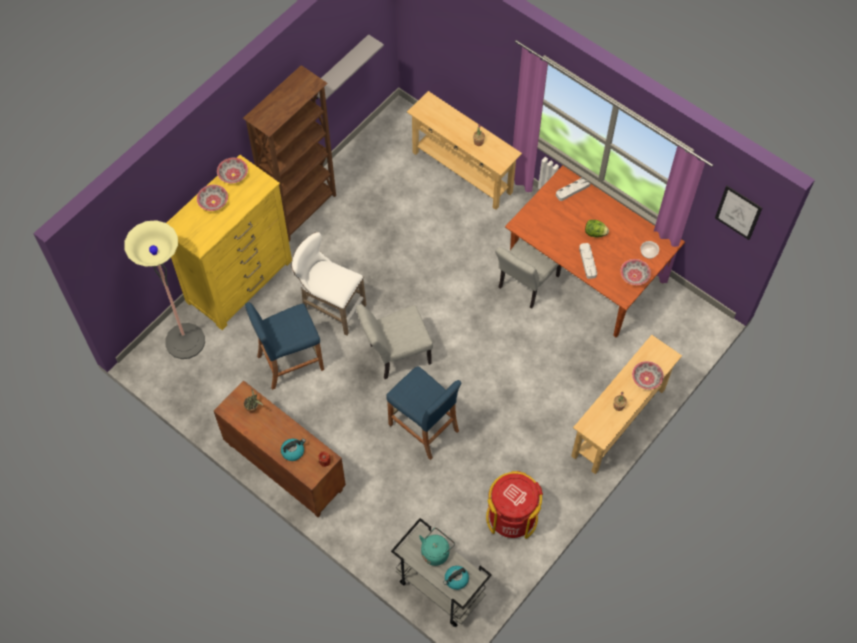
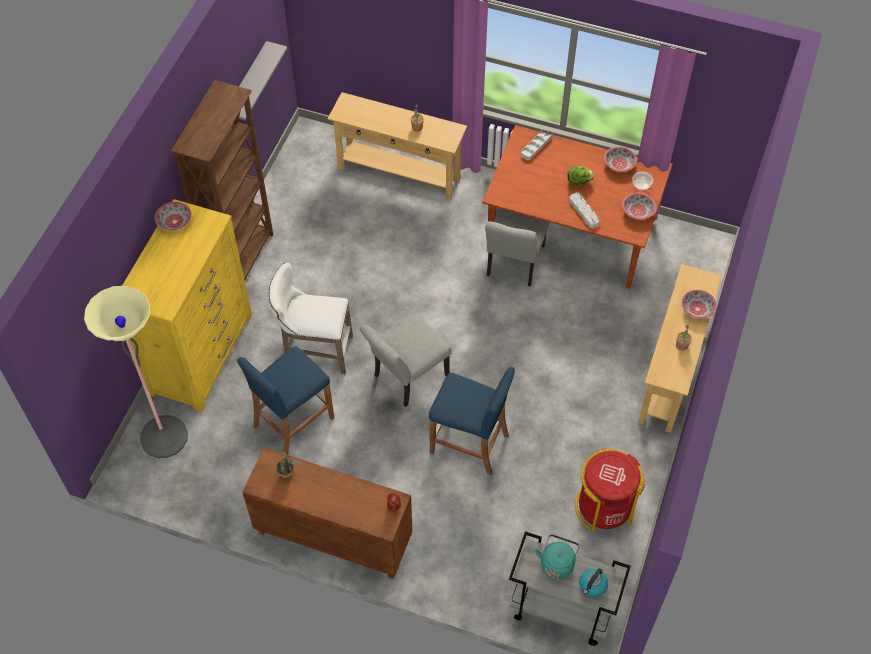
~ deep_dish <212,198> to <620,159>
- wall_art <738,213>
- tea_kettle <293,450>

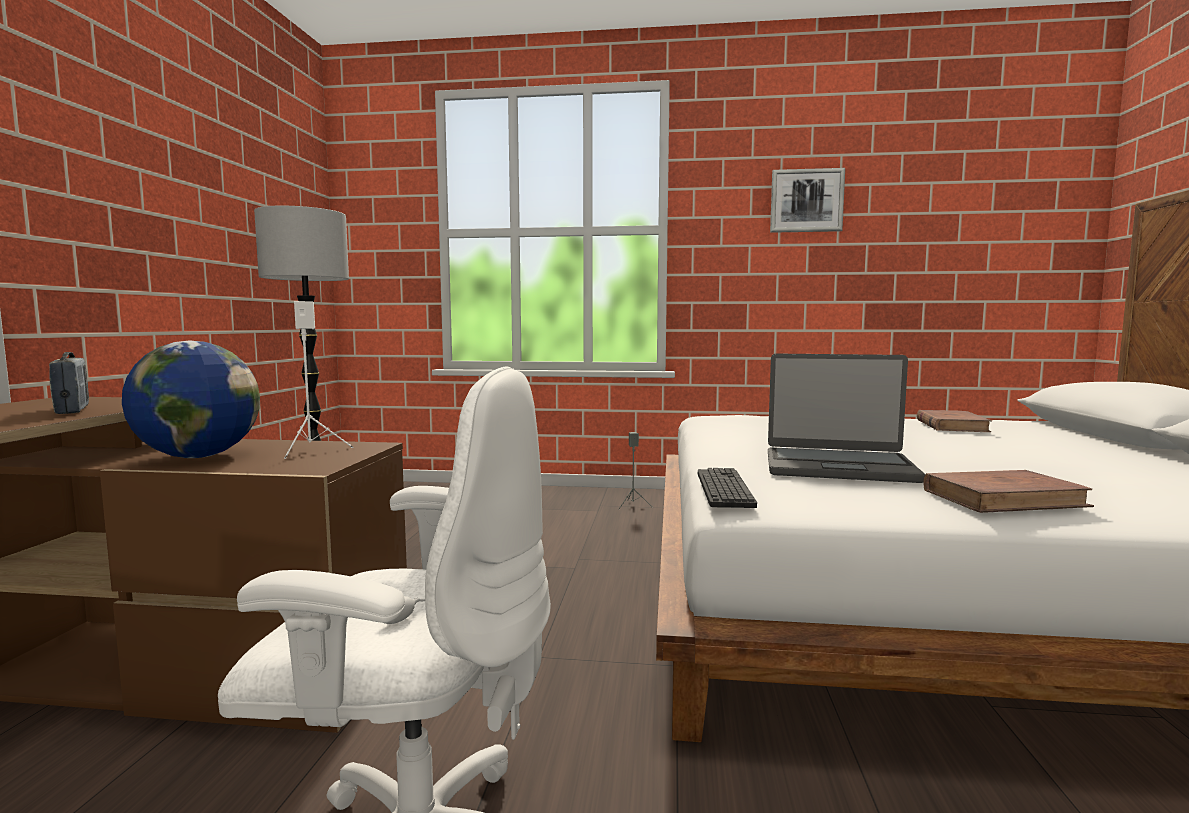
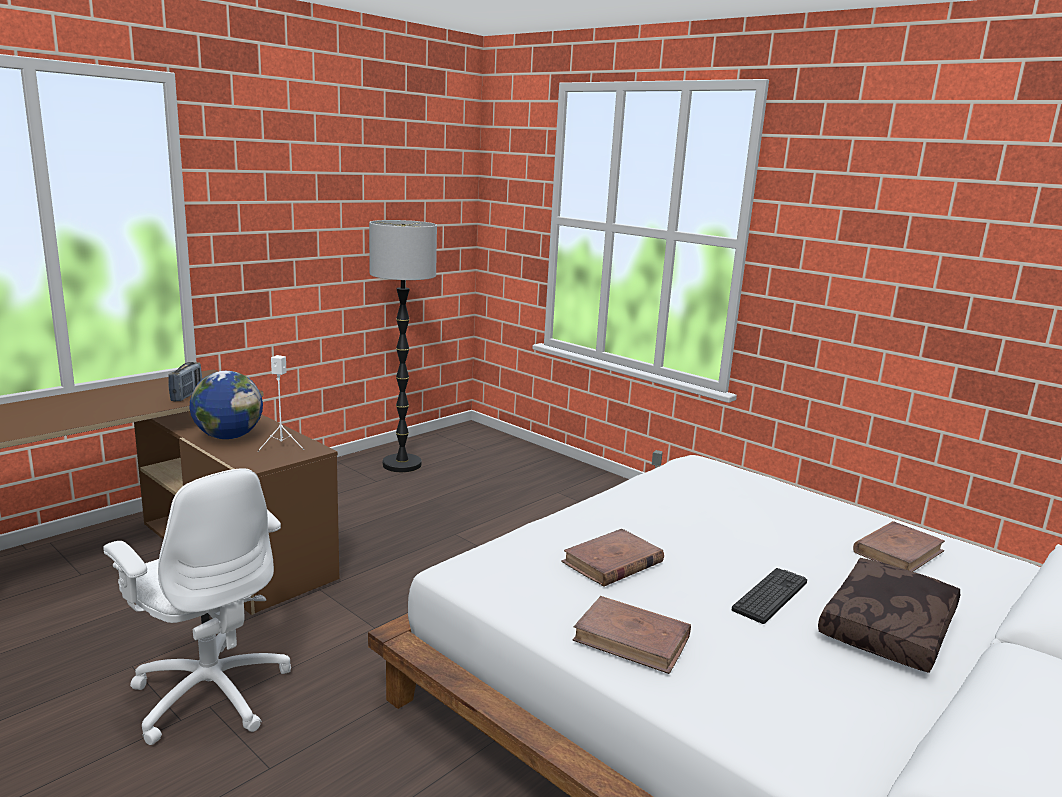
- wall_art <807,200>
~ notebook_computer <846,418> to brown-coloured_book <612,558>
~ keyboard <727,488> to <769,596>
+ brown-coloured_cushion <889,615>

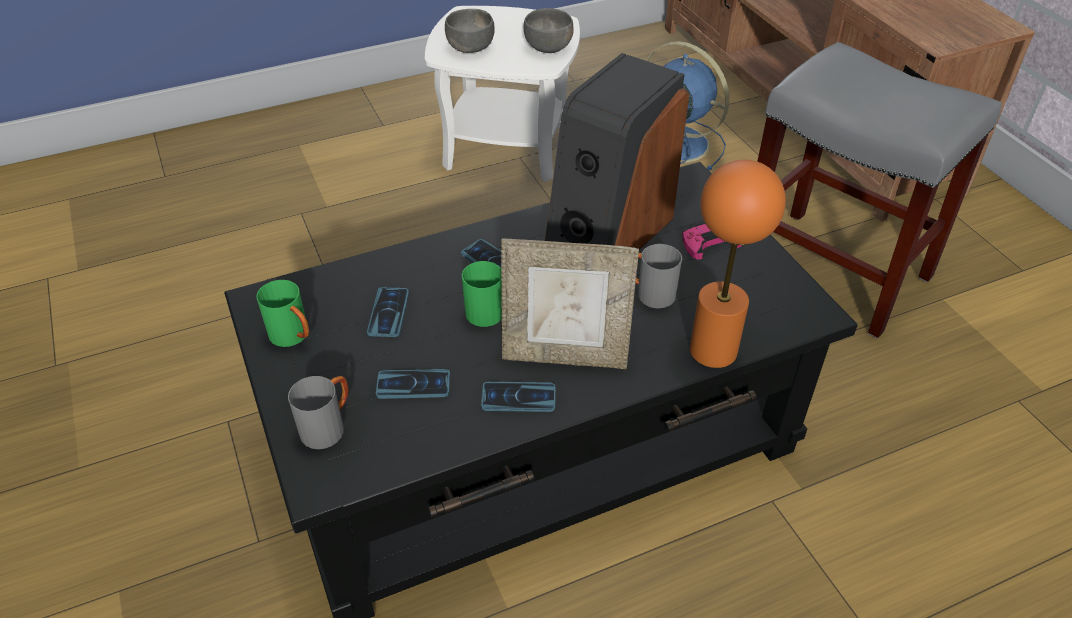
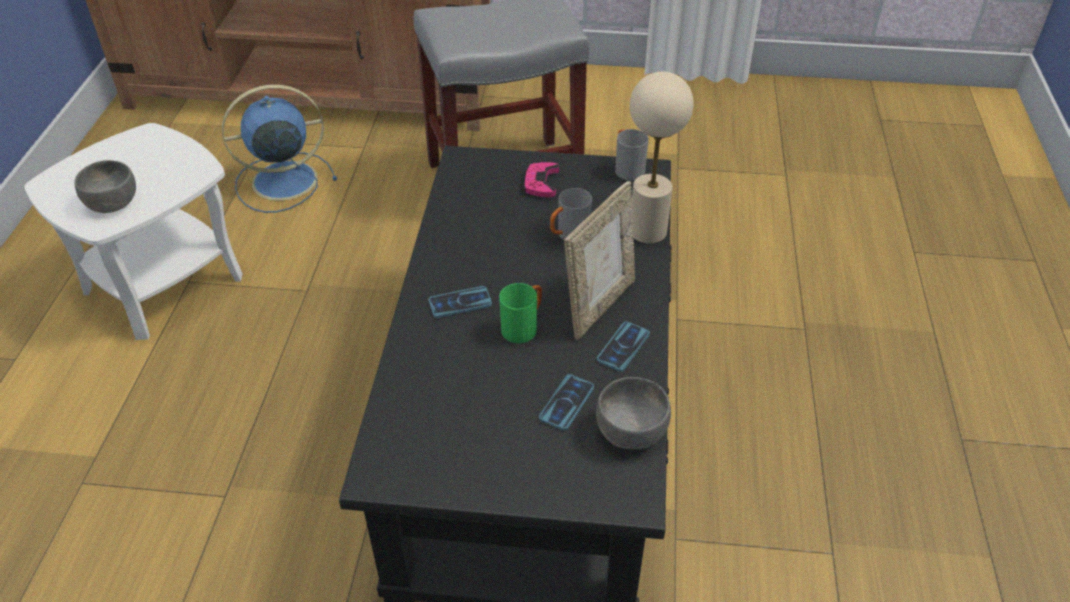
~ greyish_deep_dish <549,30> to <633,413>
- speaker <617,151>
~ orangey_tabletop_lamp <738,264> to beige_tabletop_lamp <661,158>
- green-coloured_mug <282,313>
- handset <388,312>
~ greyish_mug <318,412> to <632,155>

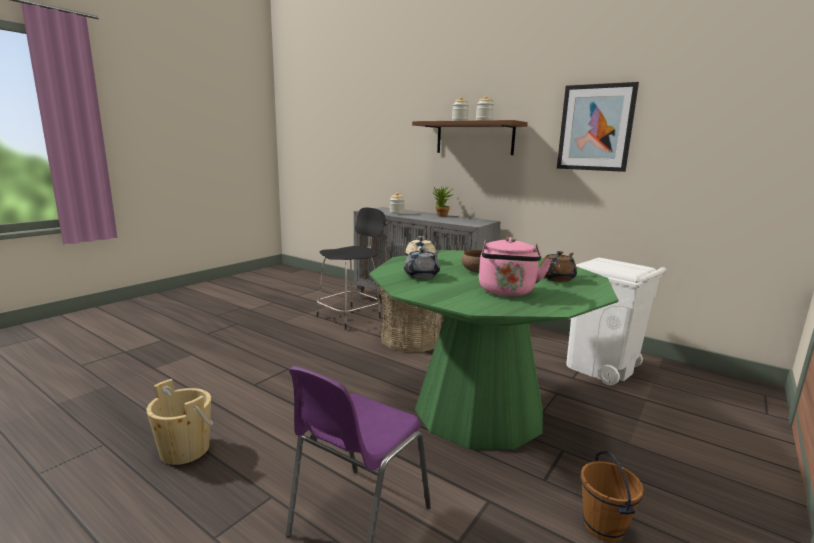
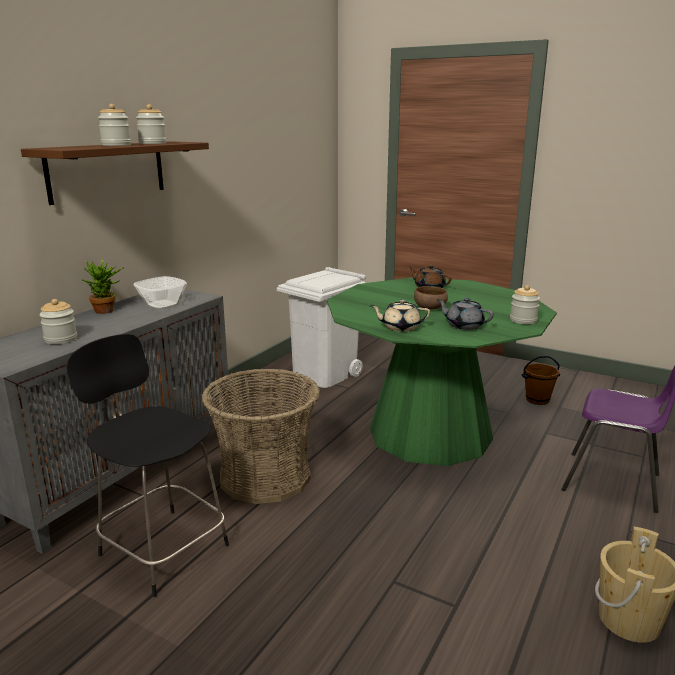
- wall_art <598,127>
- pink_tea_kettle <515,267>
+ deep_dish <160,293>
+ jar <525,304>

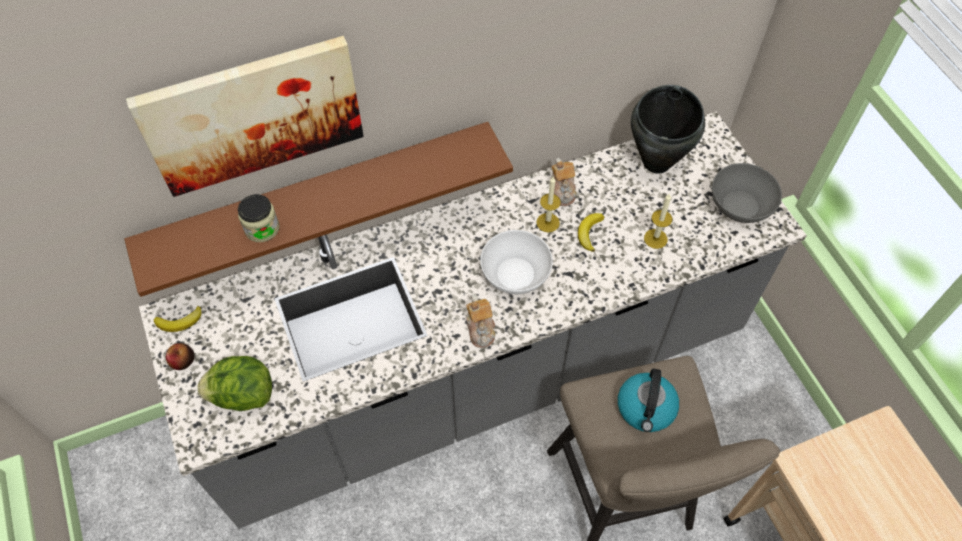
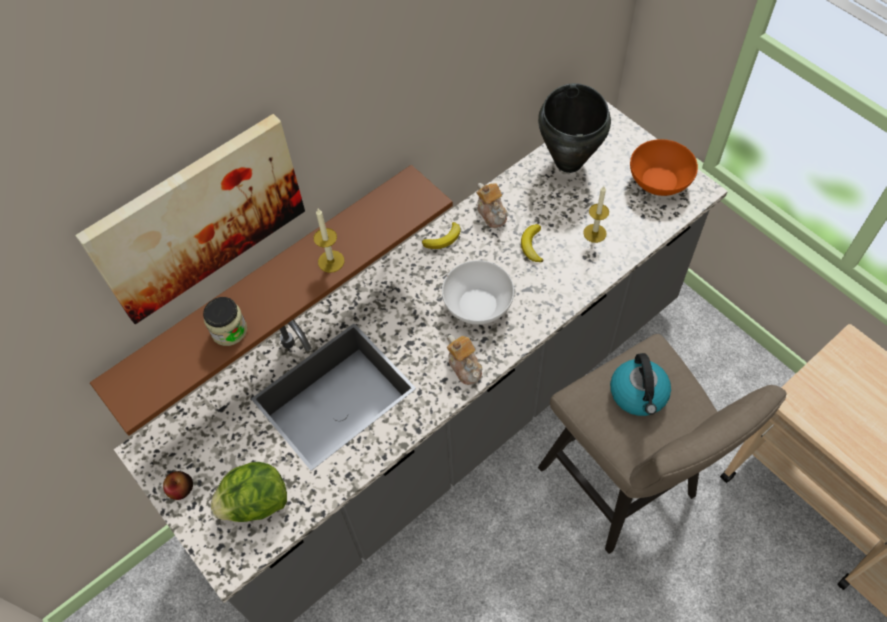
~ greyish_deep_dish <747,193> to orangey_deep_dish <664,167>
~ wax_candle <548,204> to <329,241>
~ banana <178,319> to <441,235>

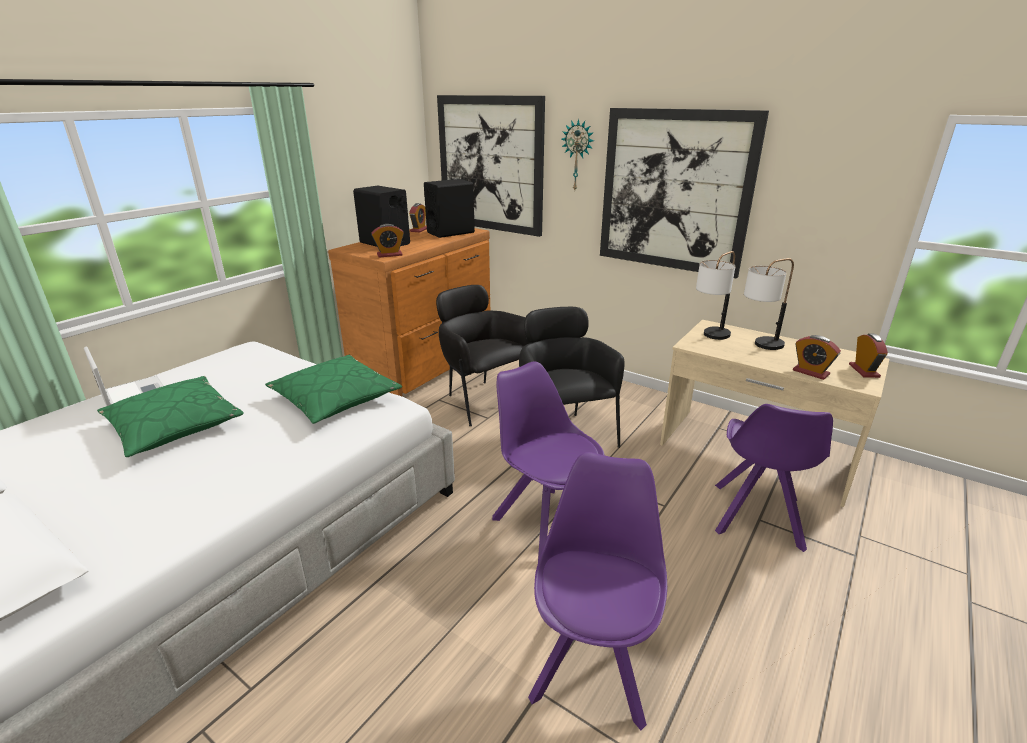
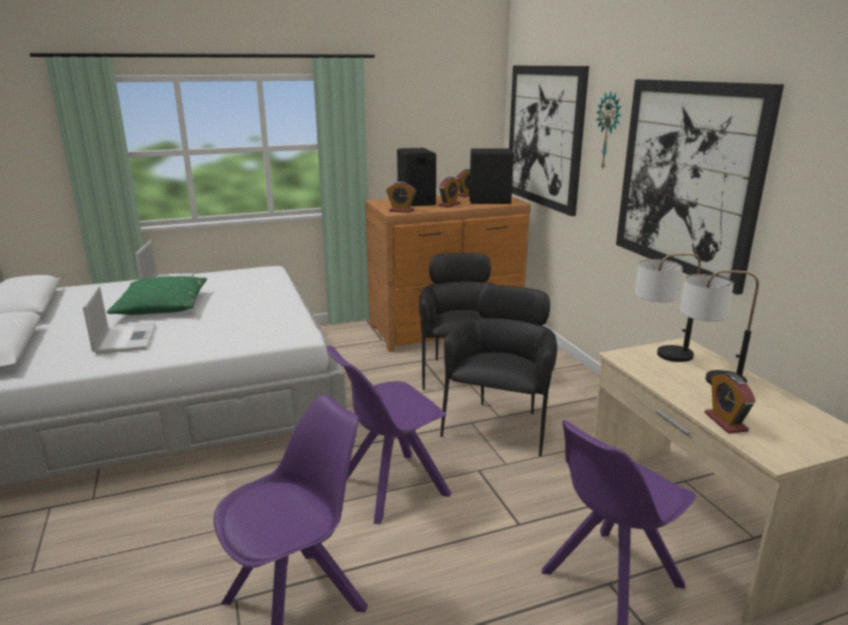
~ alarm_clock <868,355> to <450,192>
- green-coloured_cushion <333,389>
~ purple_plain_chair <548,461> = <389,435> 120 degrees counterclockwise
+ notebook_computer <119,320>

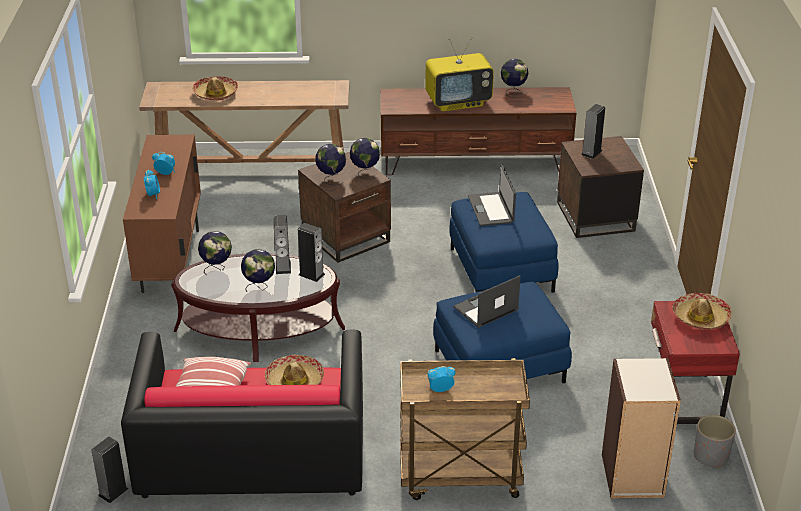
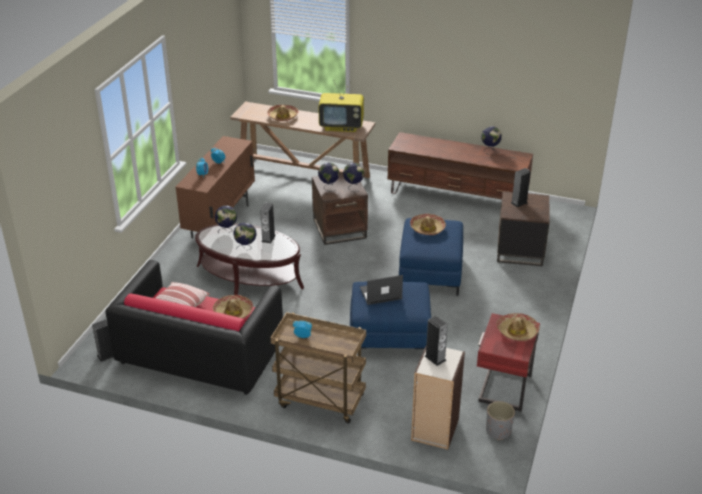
~ television <459,74> to <341,106>
~ notebook_computer <492,195> to clothing_hat <428,224>
~ speaker <311,252> to <436,341>

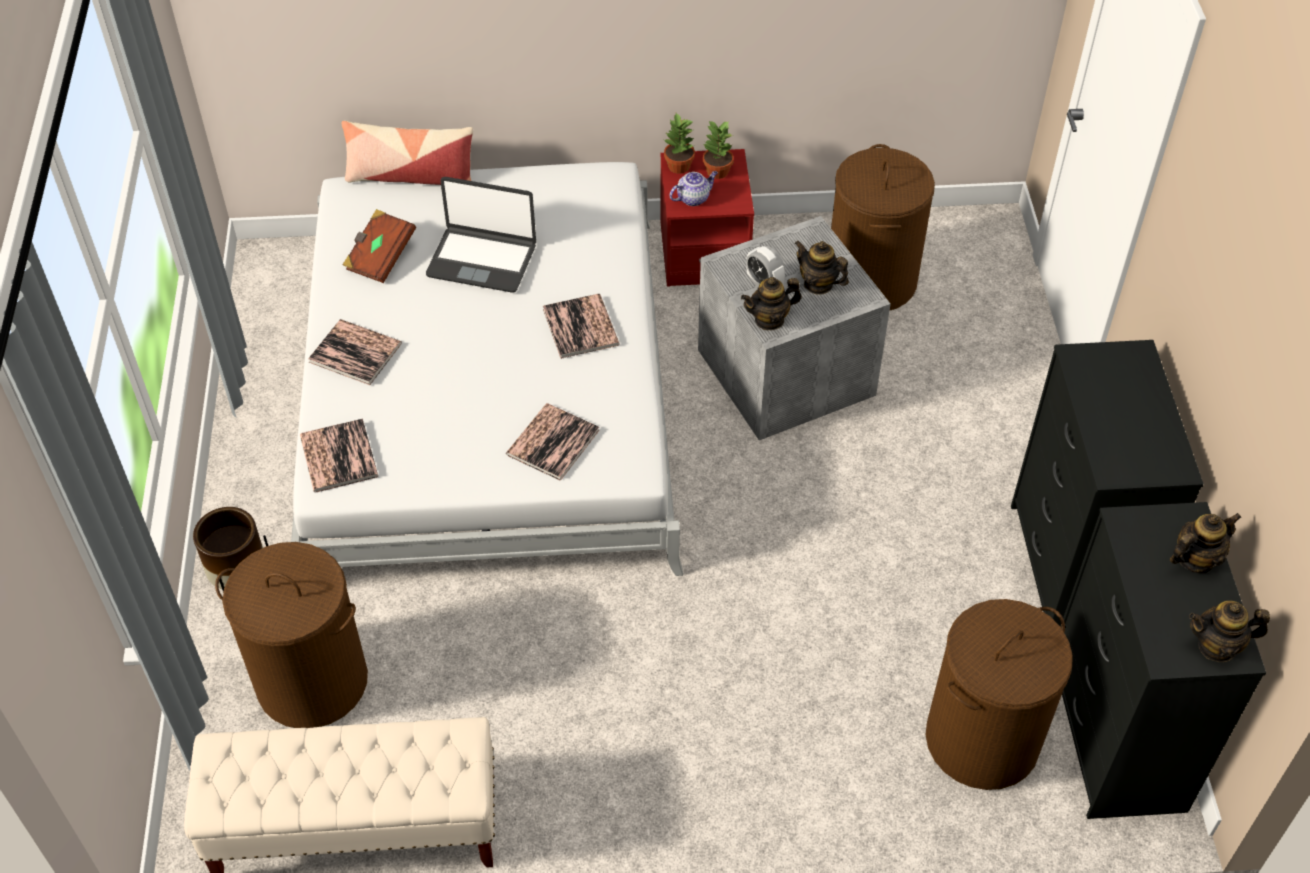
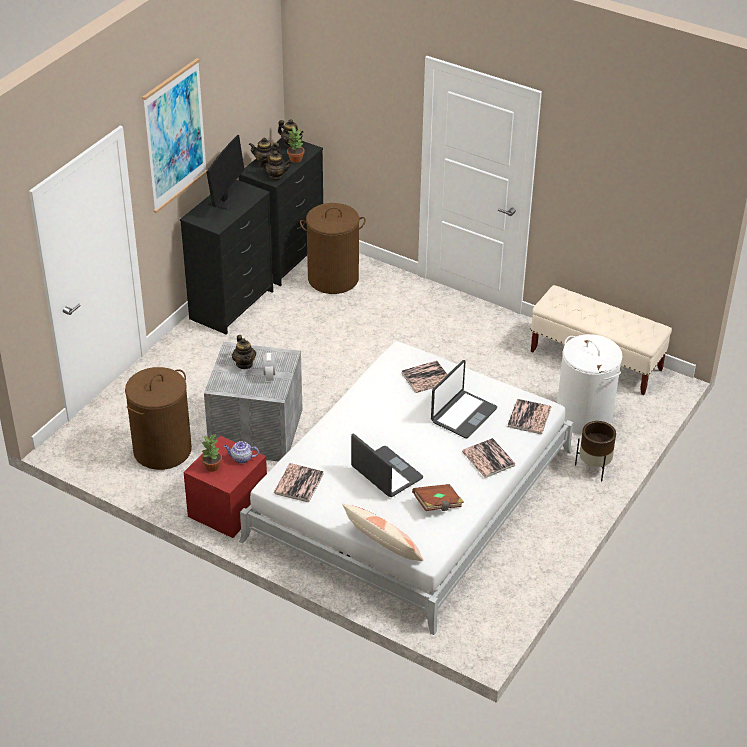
~ plant_in_a_pot <679,143> to <295,144>
~ teapot <771,303> to <275,165>
~ book <581,326> to <299,483>
~ brown-coloured_washing_basket <291,635> to white_washing_basket <590,384>
+ wall_art <174,135>
+ monitor <225,172>
+ notebook_computer <464,399>

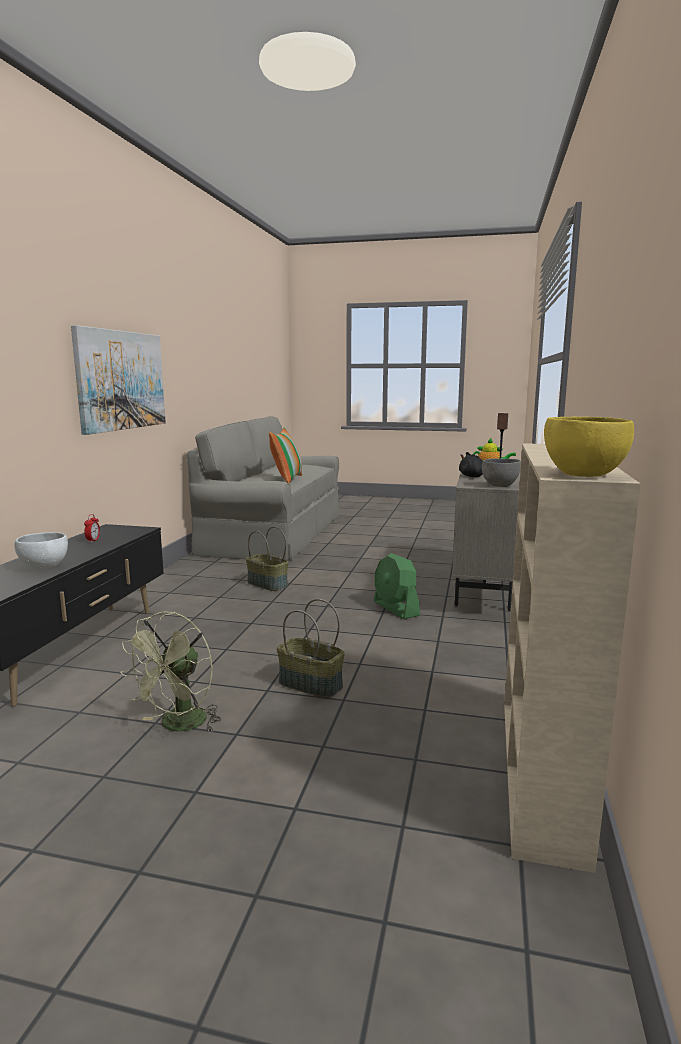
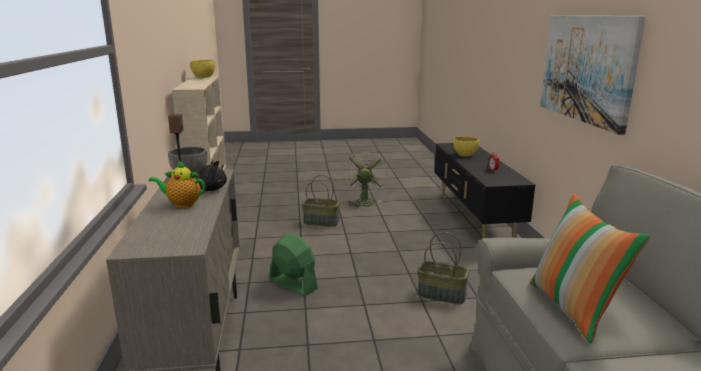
~ white_deep_dish <41,551> to yellowish_deep_dish <466,146>

